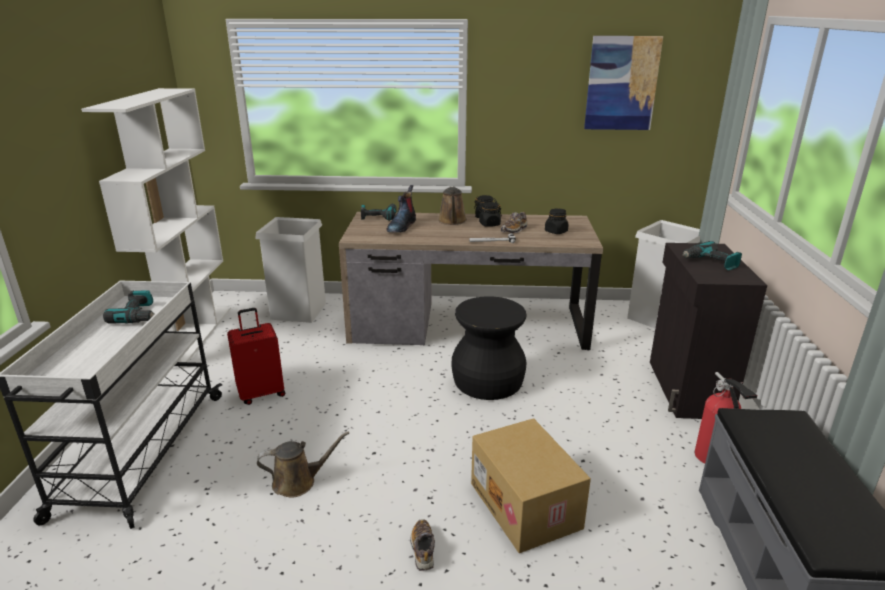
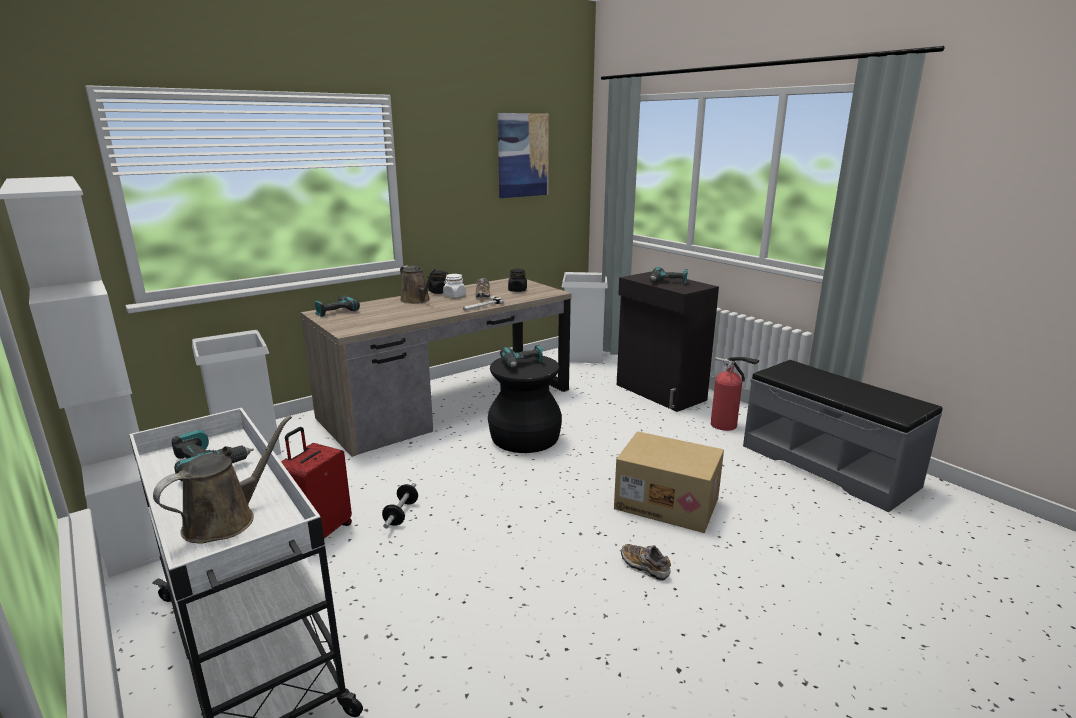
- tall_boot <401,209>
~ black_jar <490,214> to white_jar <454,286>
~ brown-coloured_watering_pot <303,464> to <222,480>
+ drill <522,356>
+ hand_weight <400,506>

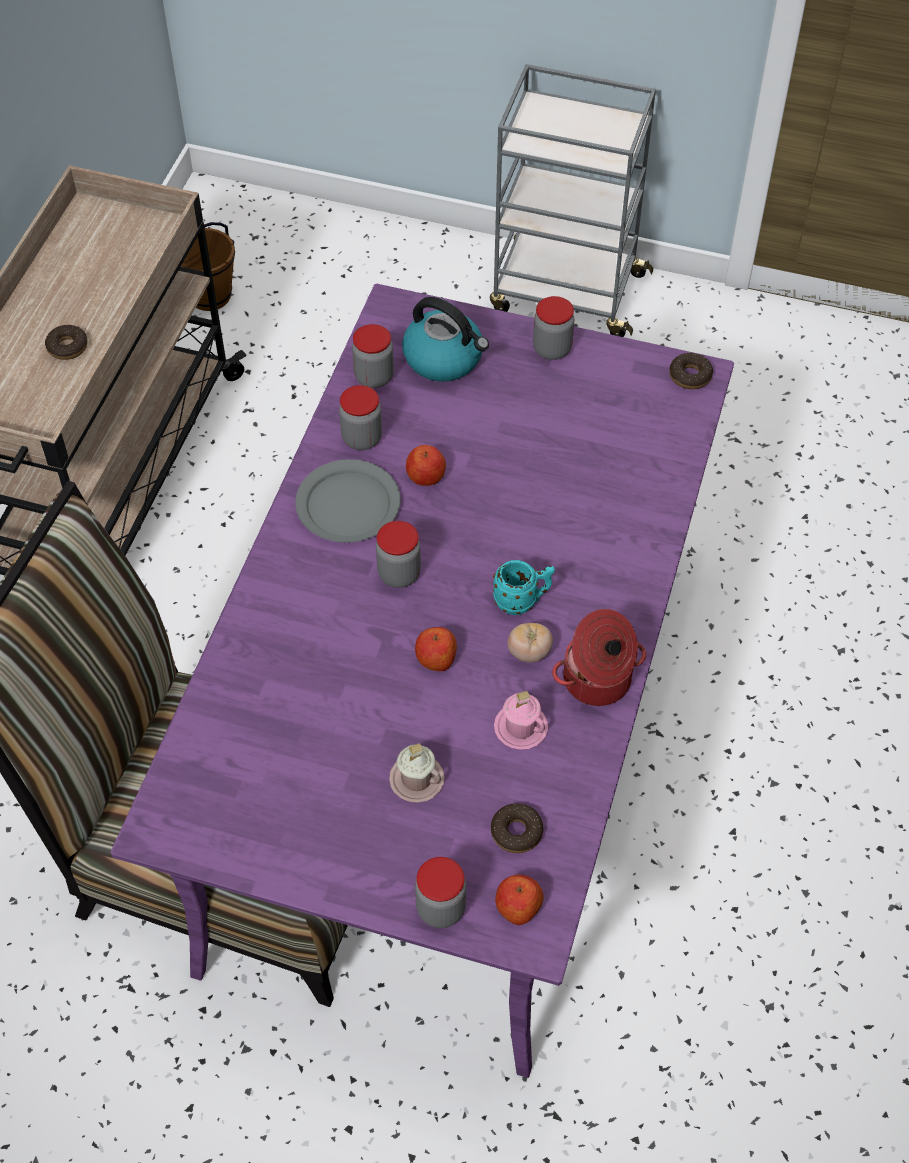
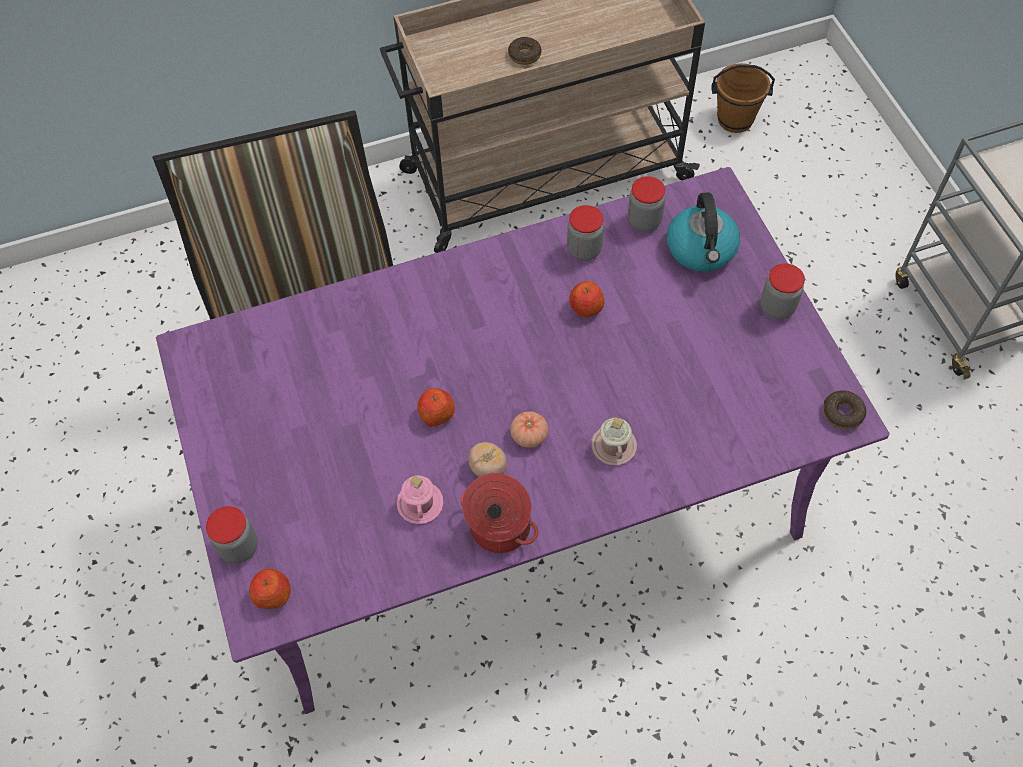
- greyish_flat_dish <348,501>
- jar <398,554>
~ blue-green_mug <524,587> to fresh_tomato <529,429>
~ pink_mug <417,773> to <614,441>
- doughnut <517,828>

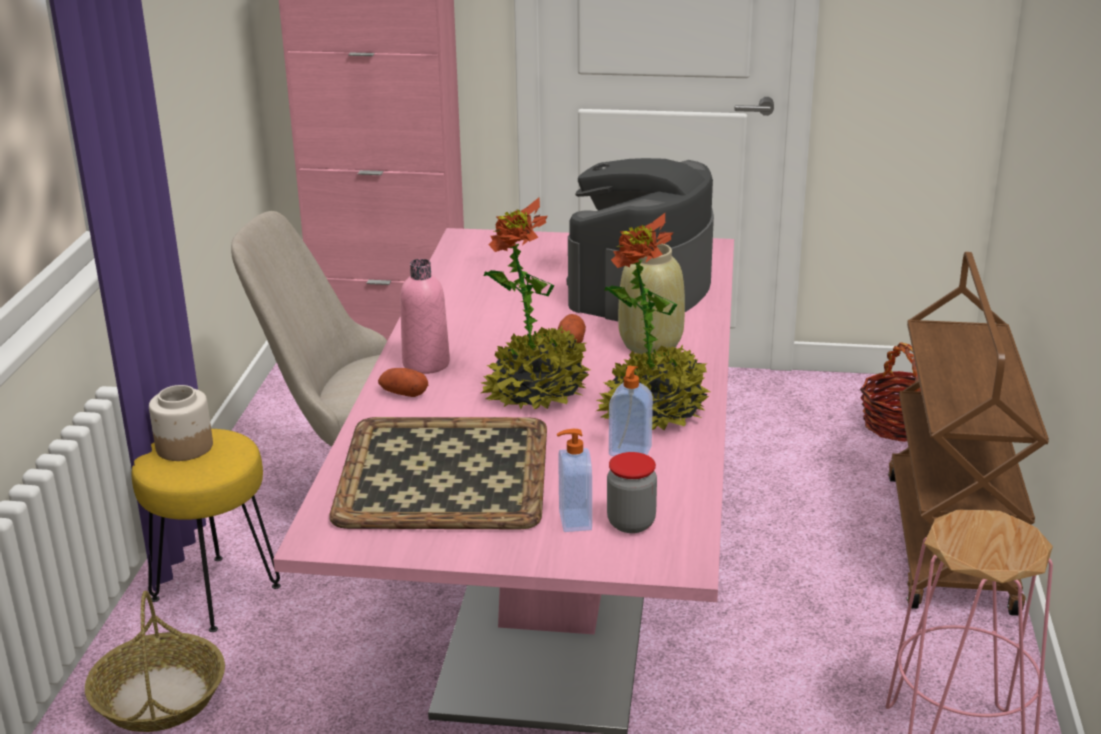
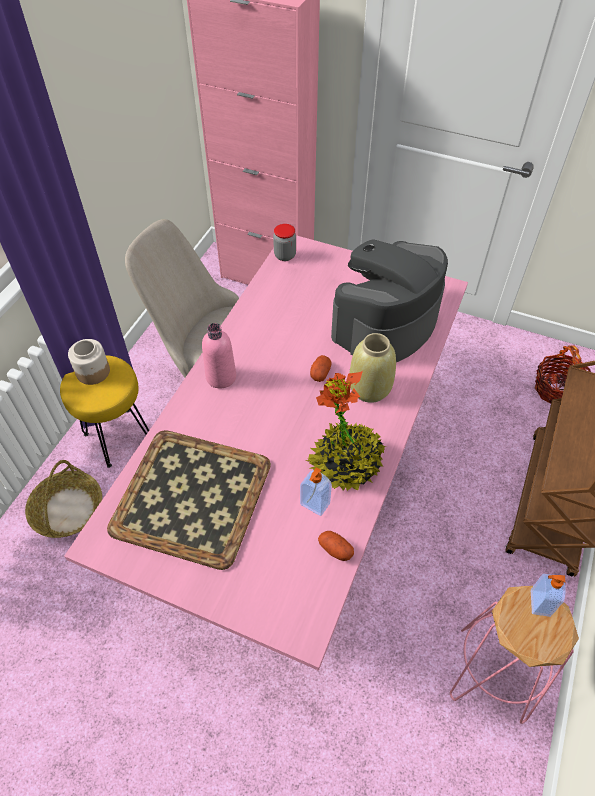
- plant_in_a_pot <535,303>
~ whole_potato <403,382> to <336,546>
~ liquid_soap_bottle <574,480> to <548,595>
~ jar <632,492> to <284,242>

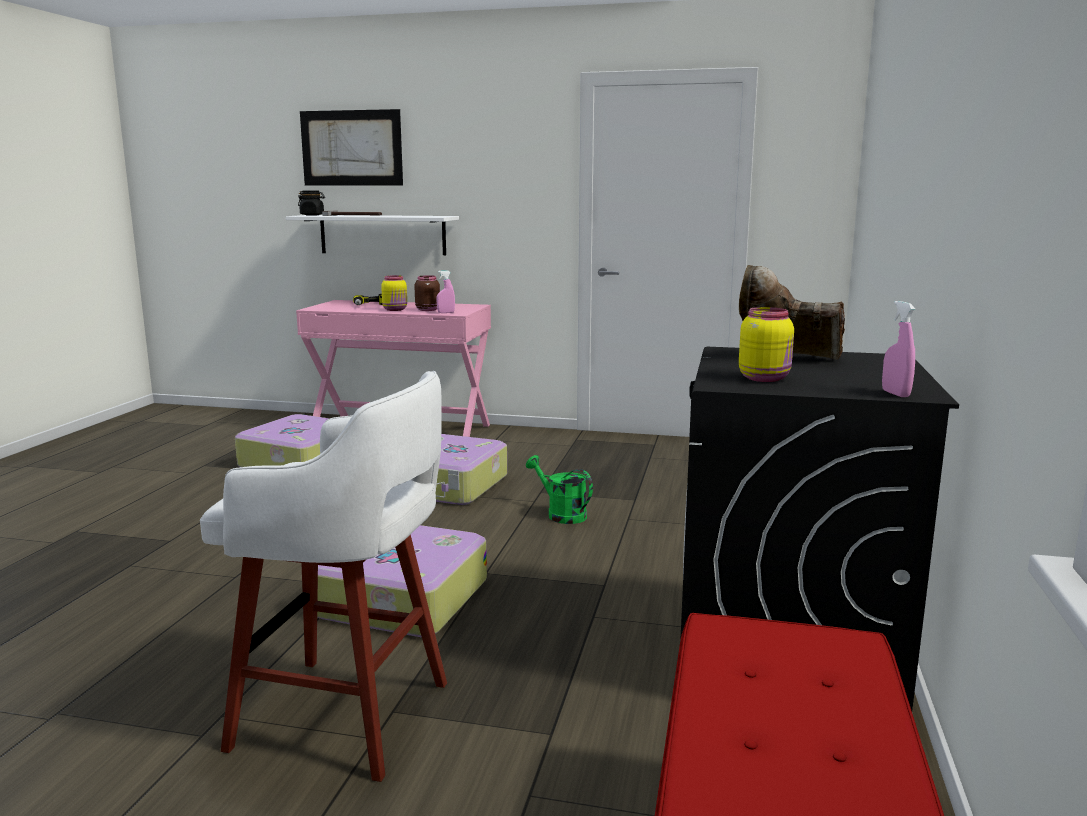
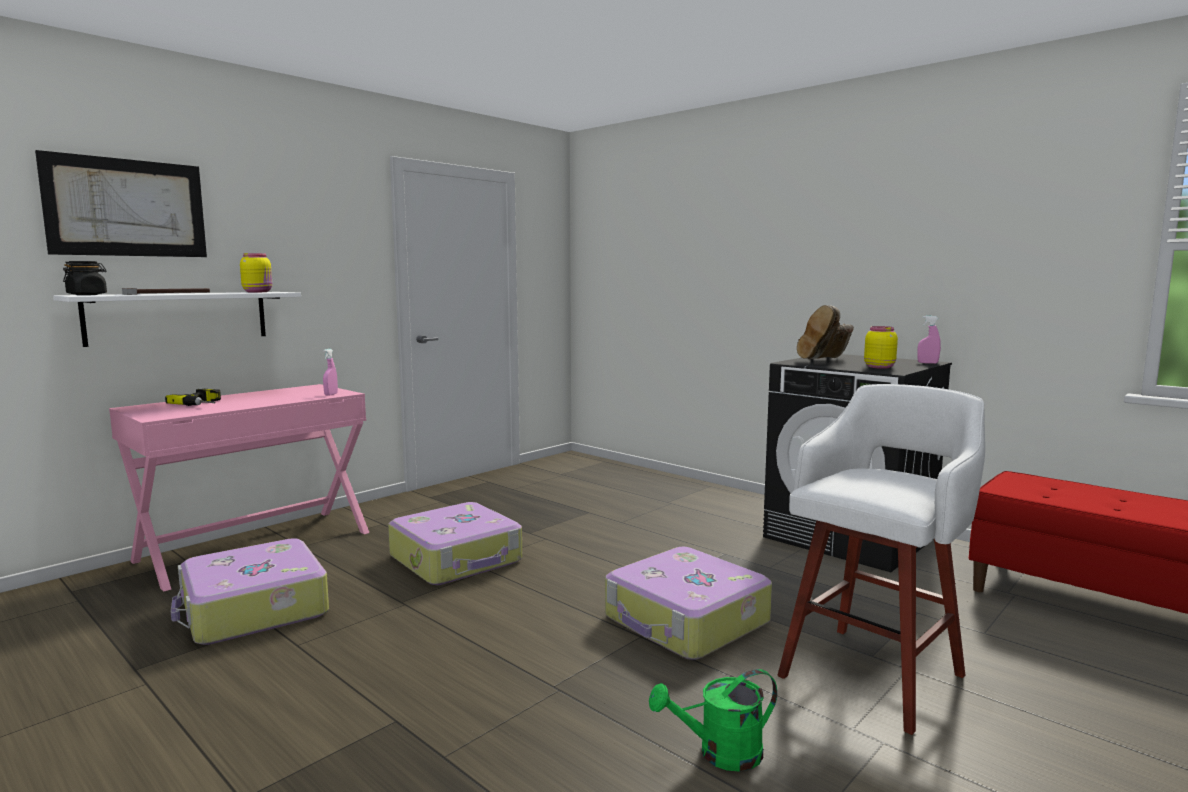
~ yellowish_jar <394,293> to <256,272>
- brown-coloured_jar <427,293>
~ green-coloured_watering_pot <559,489> to <713,720>

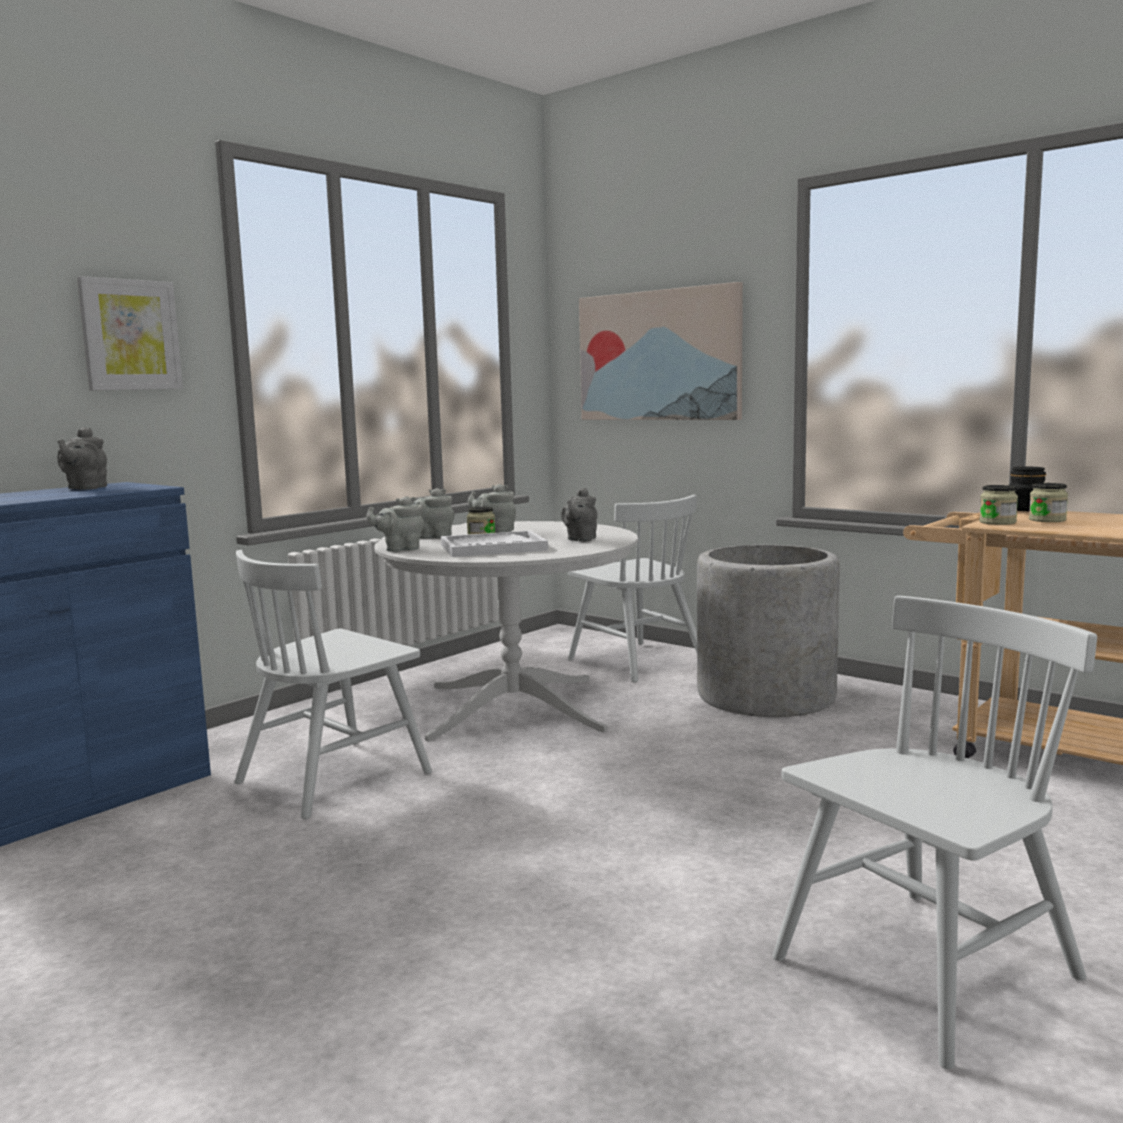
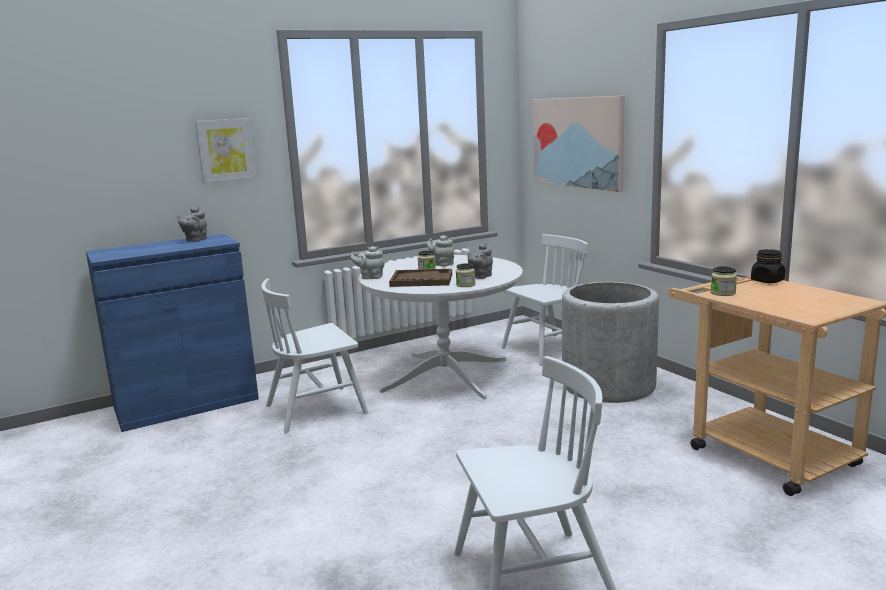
~ jar <1048,502> to <465,275>
- greyish_teapot <430,513>
~ white_plain_chair <632,588> = <544,300> 105 degrees counterclockwise
~ white_tray <494,544> to brown-coloured_tray <420,278>

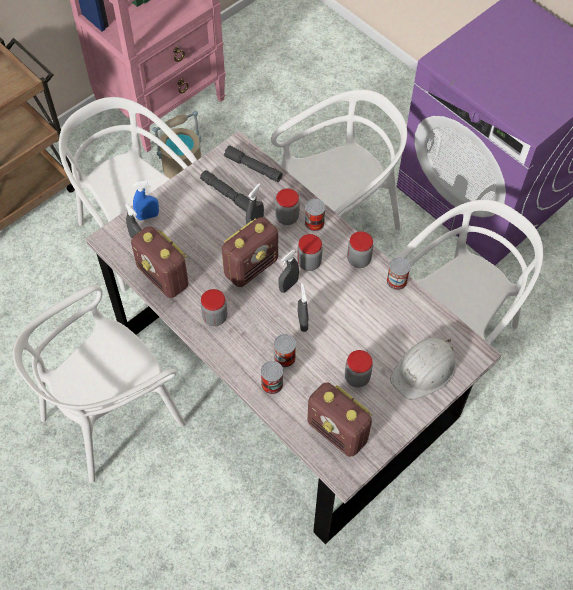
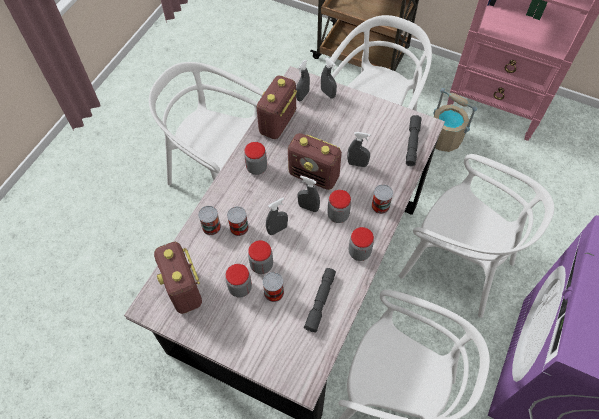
~ greyish_torch <225,191> to <320,300>
~ blue-coloured_spray_bottle <146,199> to greyish_spray_bottle <329,78>
~ jar <287,206> to <260,257>
~ metal_can <399,273> to <273,287>
- white_hard_hat <423,369>
~ radio_receiver <339,420> = <178,278> 45 degrees counterclockwise

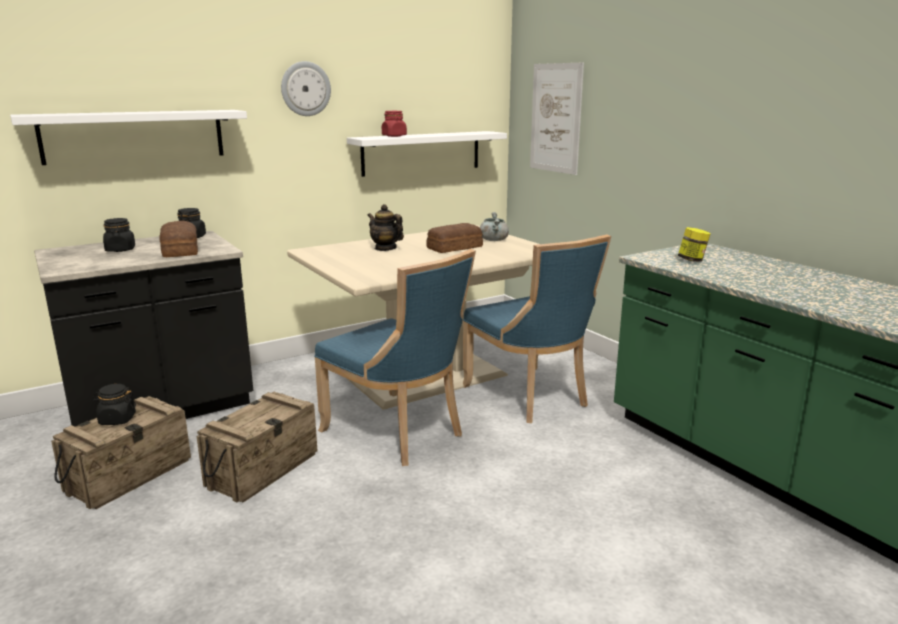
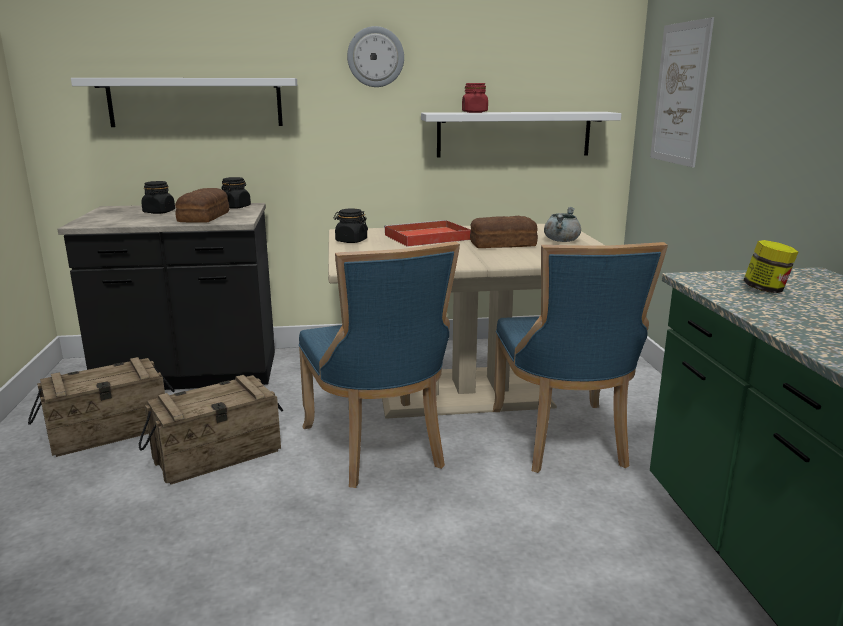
~ teapot <385,227> to reddish_tray <427,233>
~ black_jar <114,404> to <351,225>

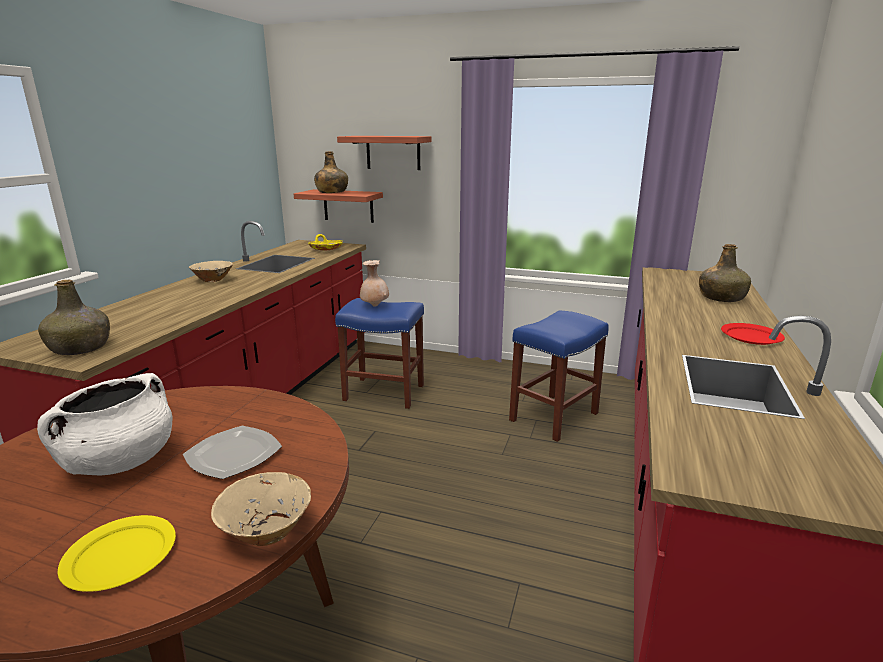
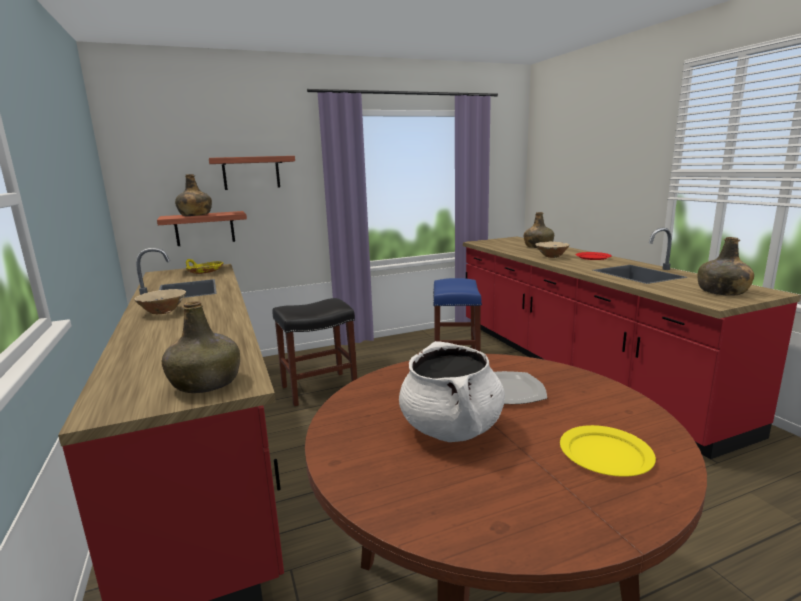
- beige_flower_vase <374,283>
~ blue-coloured_stool <379,353> to black_stool <314,352>
~ beige_deep_dish <261,509> to <552,250>
+ green-coloured_bottle <726,266>

